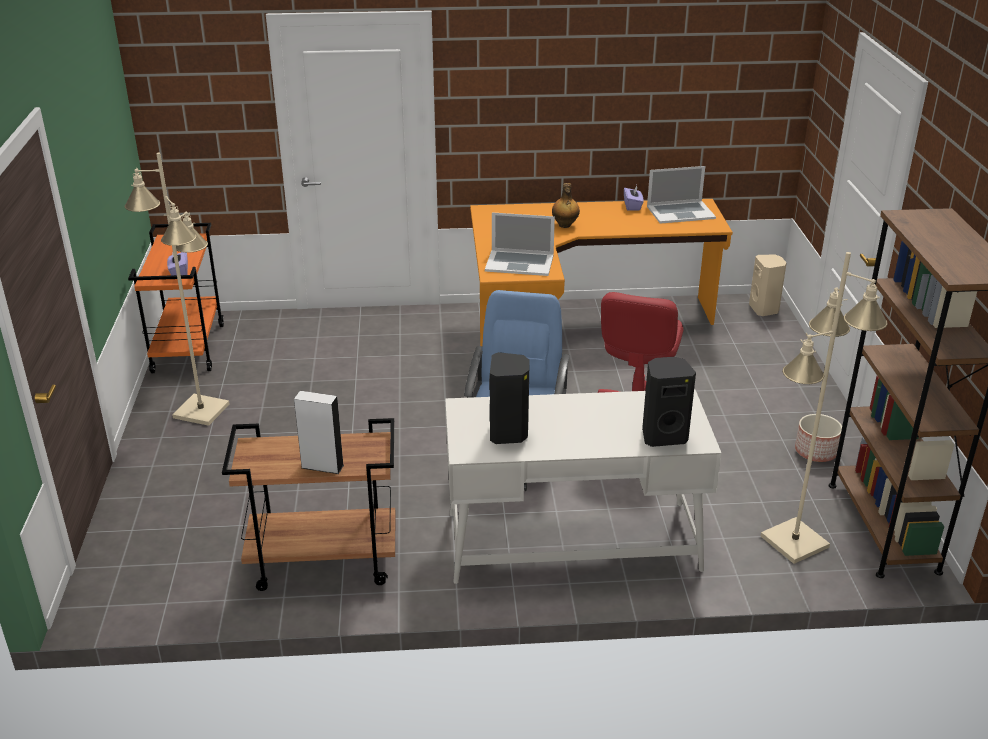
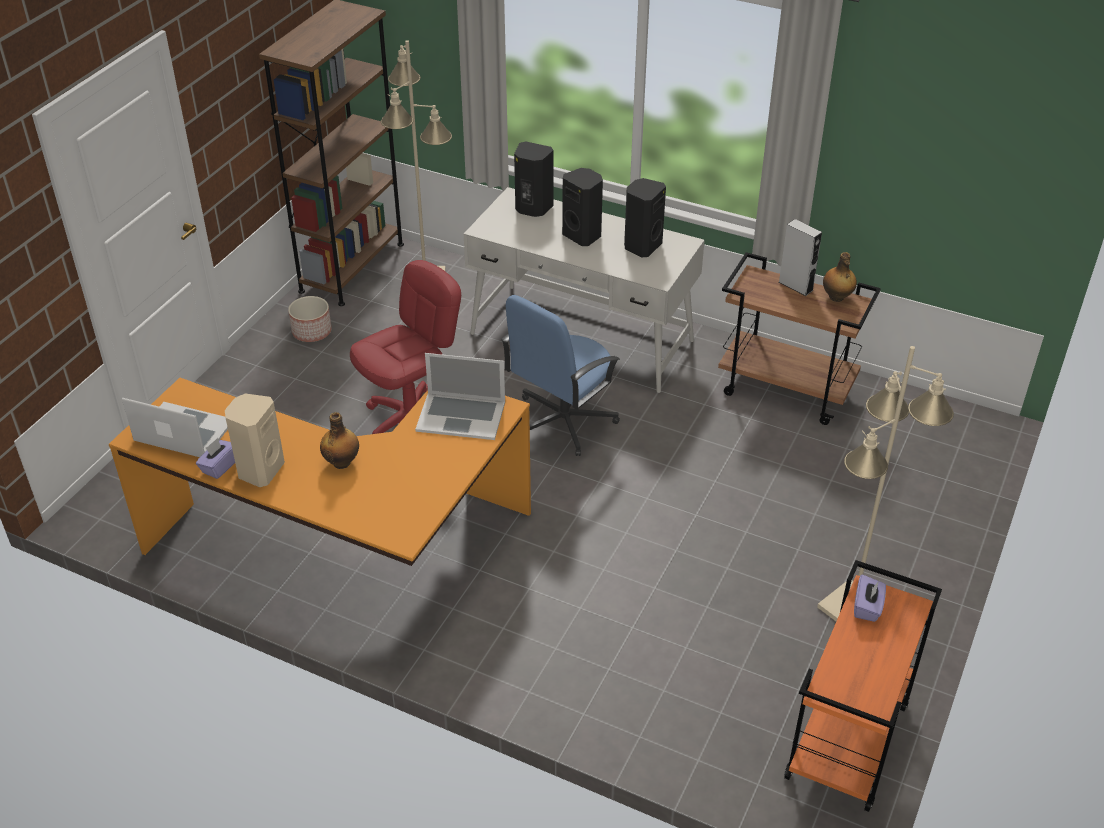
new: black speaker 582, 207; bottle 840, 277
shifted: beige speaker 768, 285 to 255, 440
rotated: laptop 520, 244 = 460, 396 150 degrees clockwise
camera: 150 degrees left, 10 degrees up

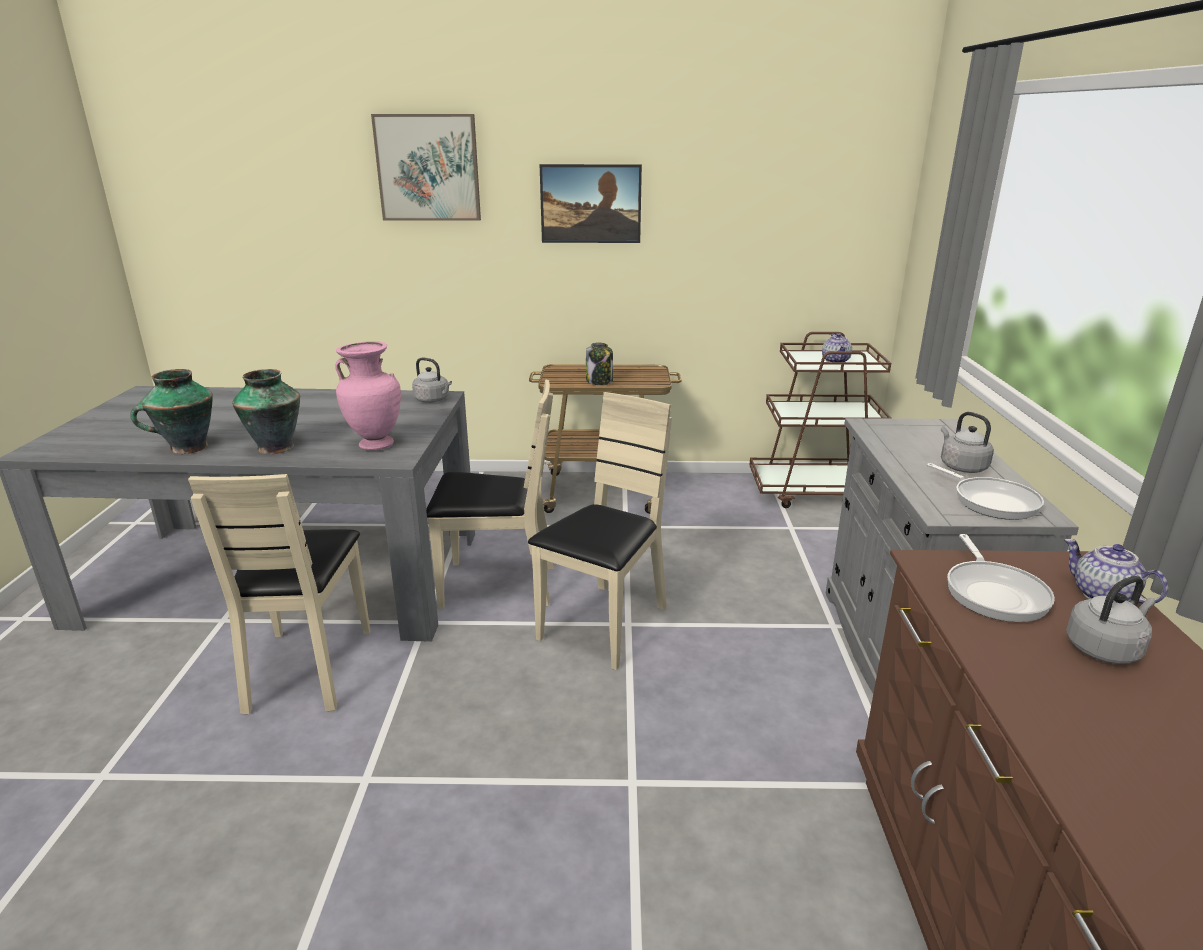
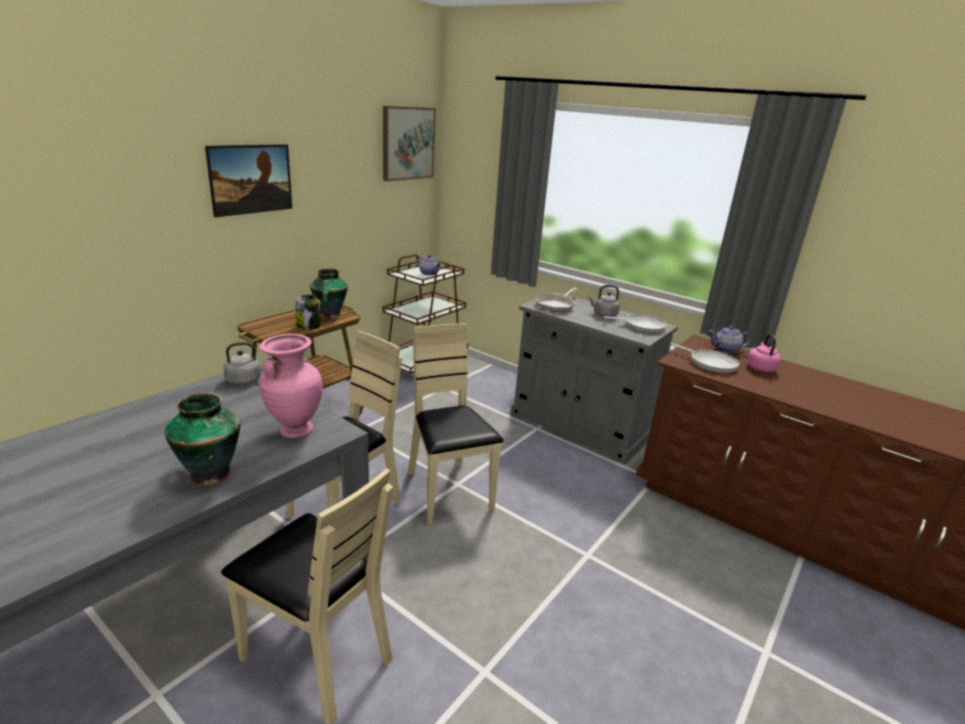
new: frying pan 556, 300
shifted: vase 171, 411 to 329, 293; picture 426, 167 to 409, 143
repainted: grey kettle 1110, 620 to pink kettle 764, 353
camera: 55 degrees left, 0 degrees up

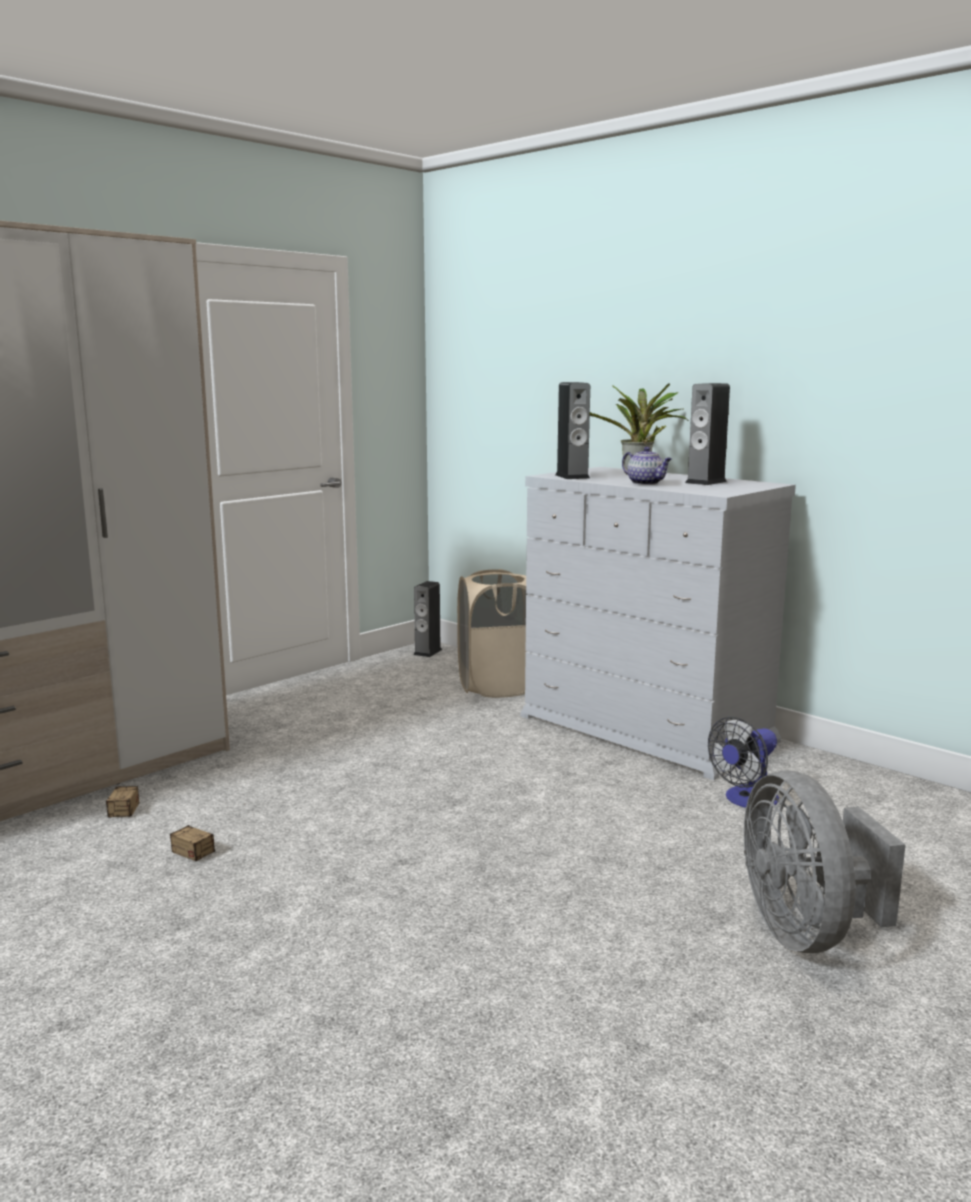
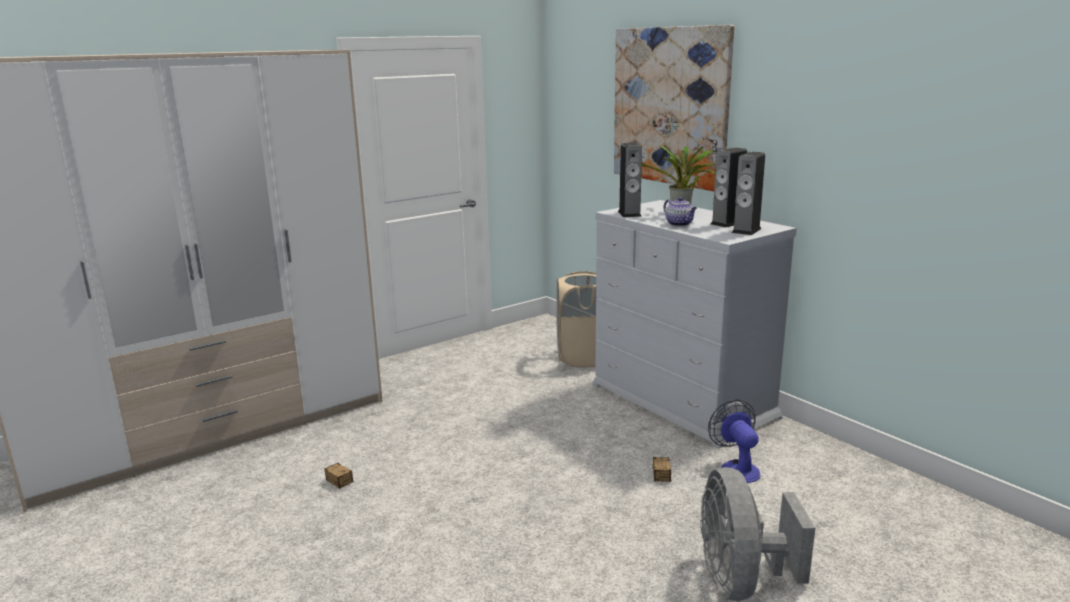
new: picture 674, 108
shifted: storage box 123, 802 to 662, 469; speaker 427, 619 to 748, 193
rotated: fan 743, 762 = 734, 441 105 degrees clockwise
camera: 10 degrees right, 5 degrees up

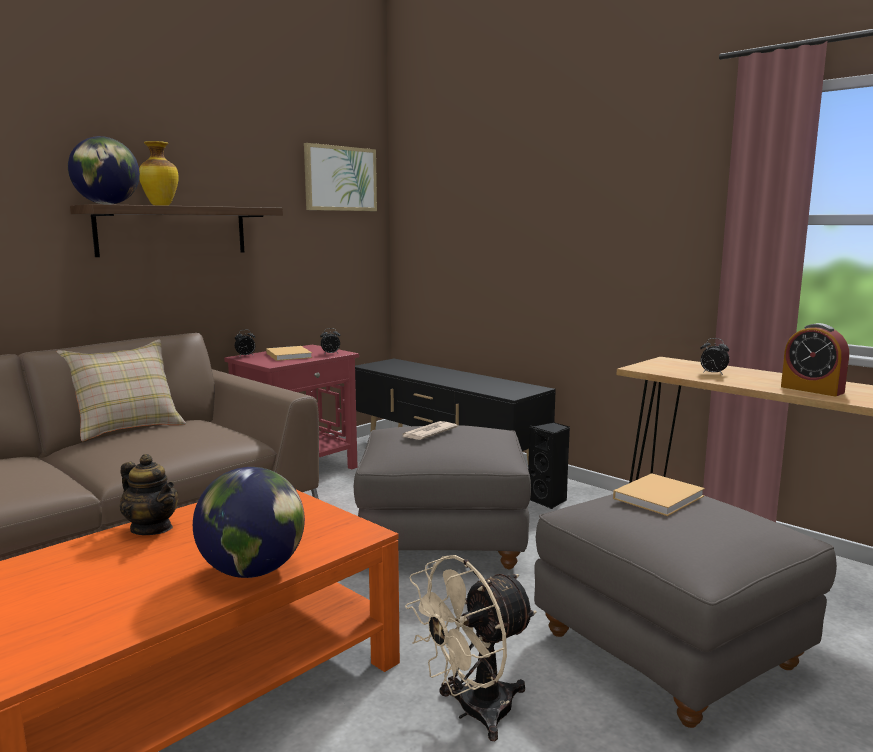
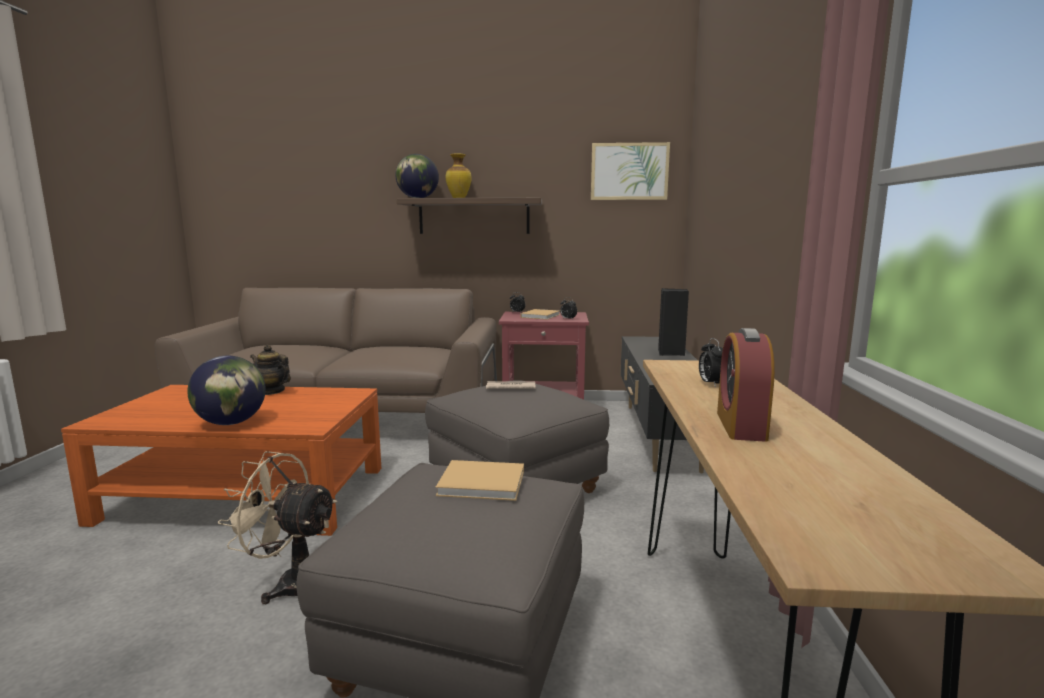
gone: beige pillow 121, 390
shifted: black speaker 549, 465 to 673, 322
rotated: teapot 149, 494 = 270, 370 120 degrees clockwise
camera: 50 degrees right, 0 degrees up

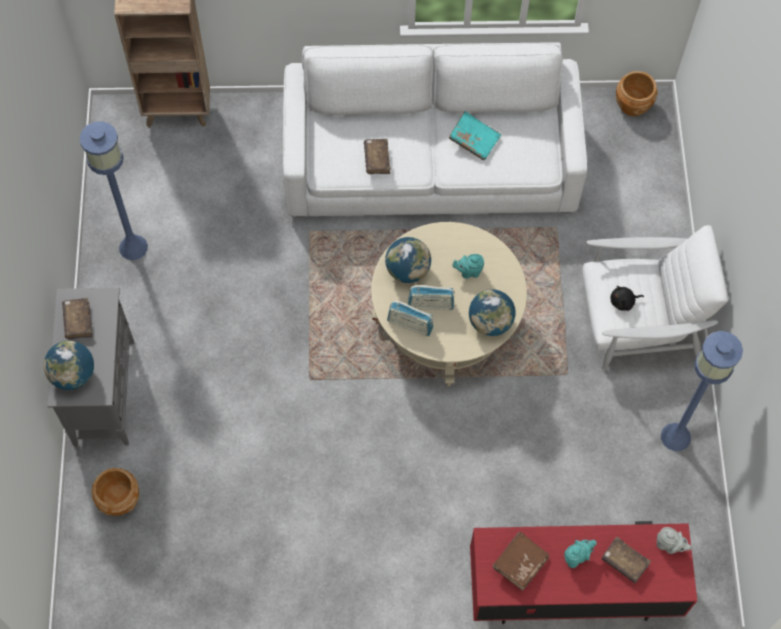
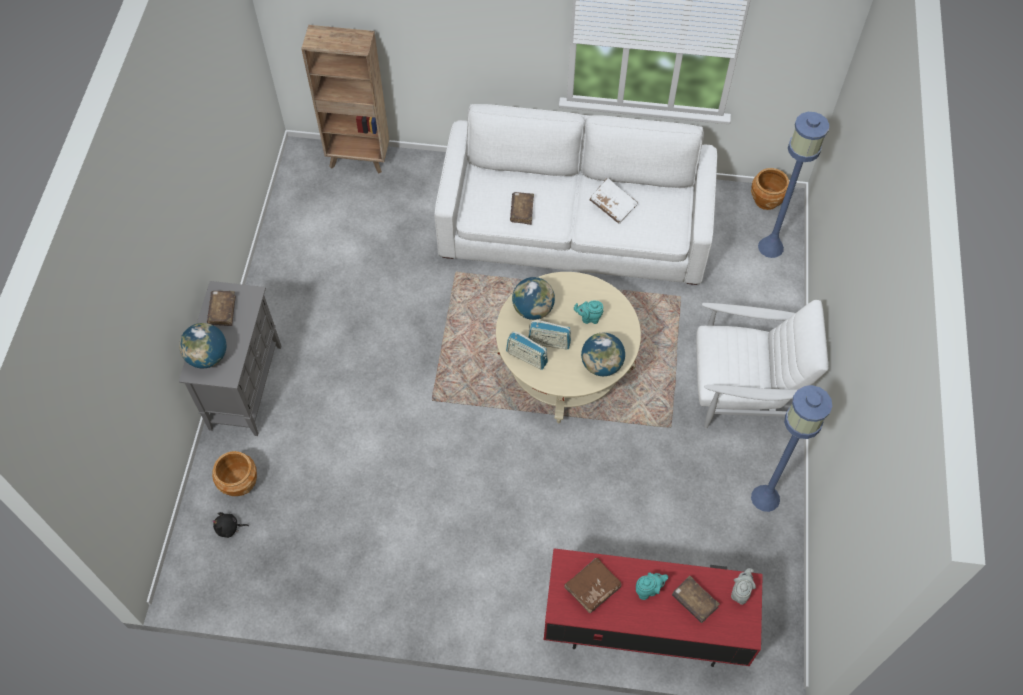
shifted: black plush toy 627, 298 to 230, 525; blue floor lamp 114, 190 to 793, 185
repainted: turquoise book 475, 136 to white book 614, 201
rotated: grey teapot 674, 540 = 743, 586 105 degrees counterclockwise
camera: 10 degrees right, 5 degrees down

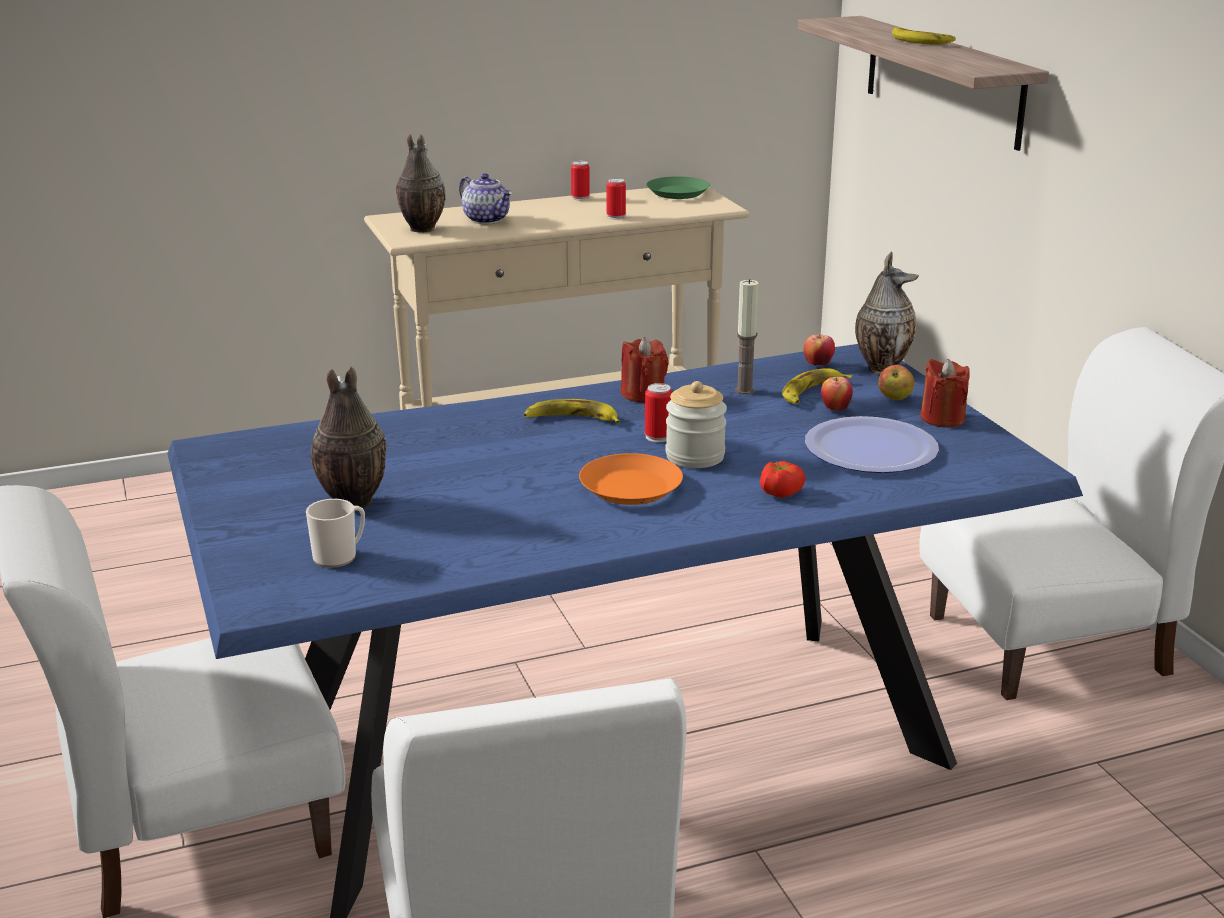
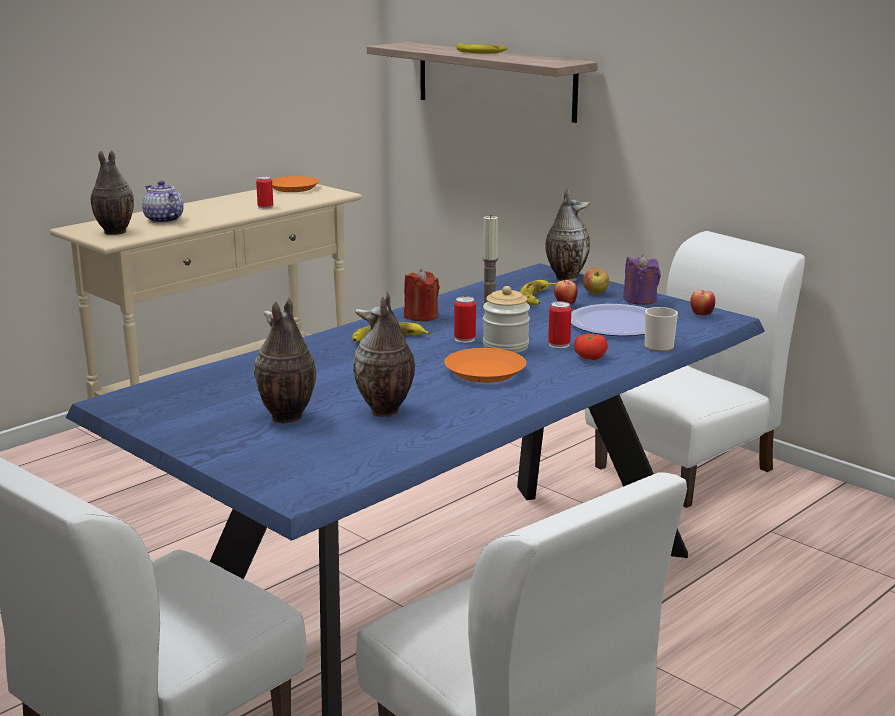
new: vase 384, 354
shifted: can 580, 180 to 559, 325; mug 335, 533 to 661, 329; apple 819, 350 to 702, 303
repainted: green plate 678, 187 to orange plate 295, 184; red candle 945, 393 to purple candle 642, 279
rotated: teapot 485, 198 = 163, 202 150 degrees counterclockwise
camera: 25 degrees left, 5 degrees down

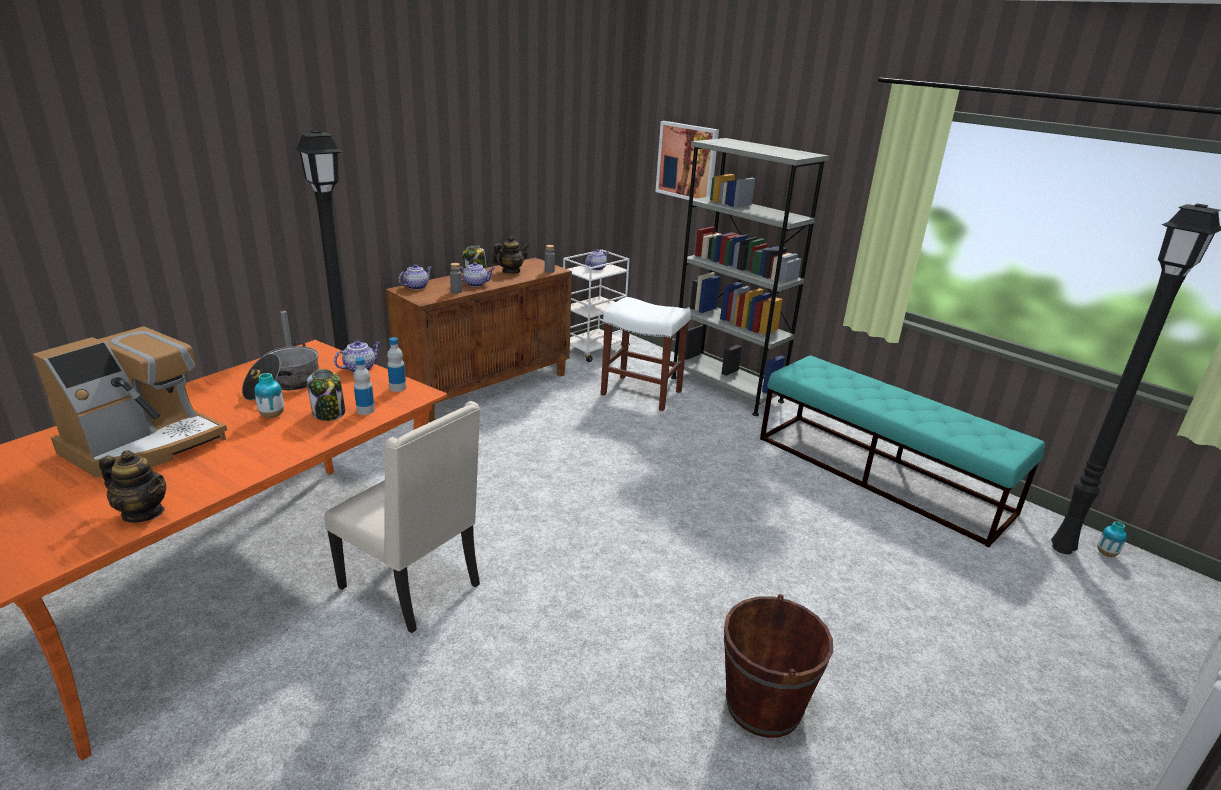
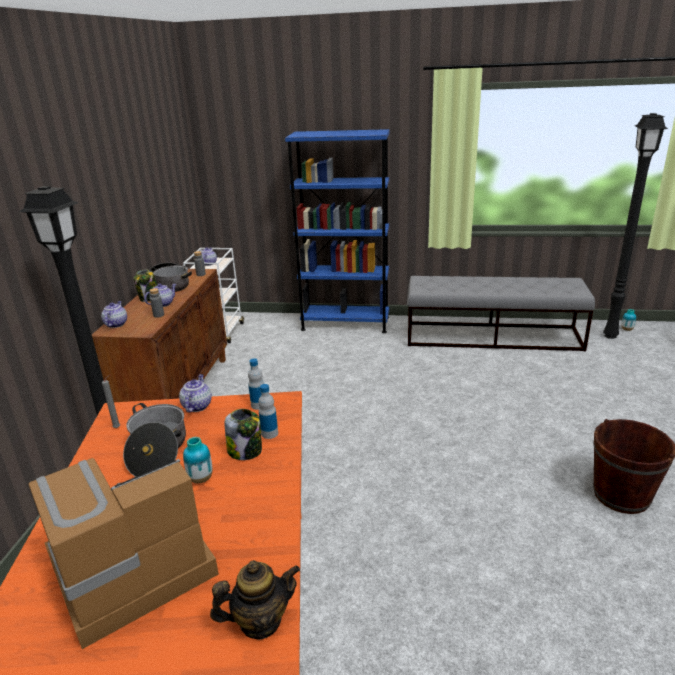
gone: beige chair 402, 517; white stool 646, 354; picture 687, 160
swapped: teapot 510, 255 to cooking pot 170, 277
repainted: grey bookcase 750, 277 to blue bookcase 337, 231; turquoise bench 902, 451 to grey bench 501, 313
rotated: coffee machine 130, 402 = 123, 553 120 degrees counterclockwise
camera: 35 degrees left, 0 degrees up

